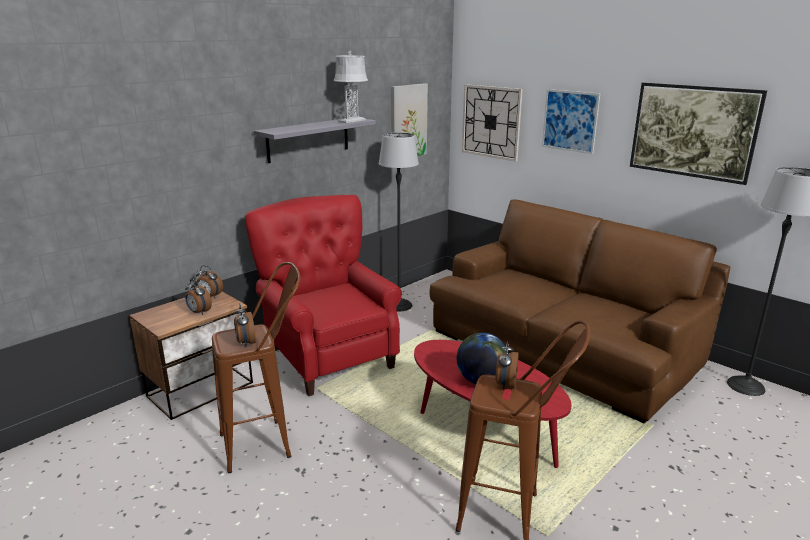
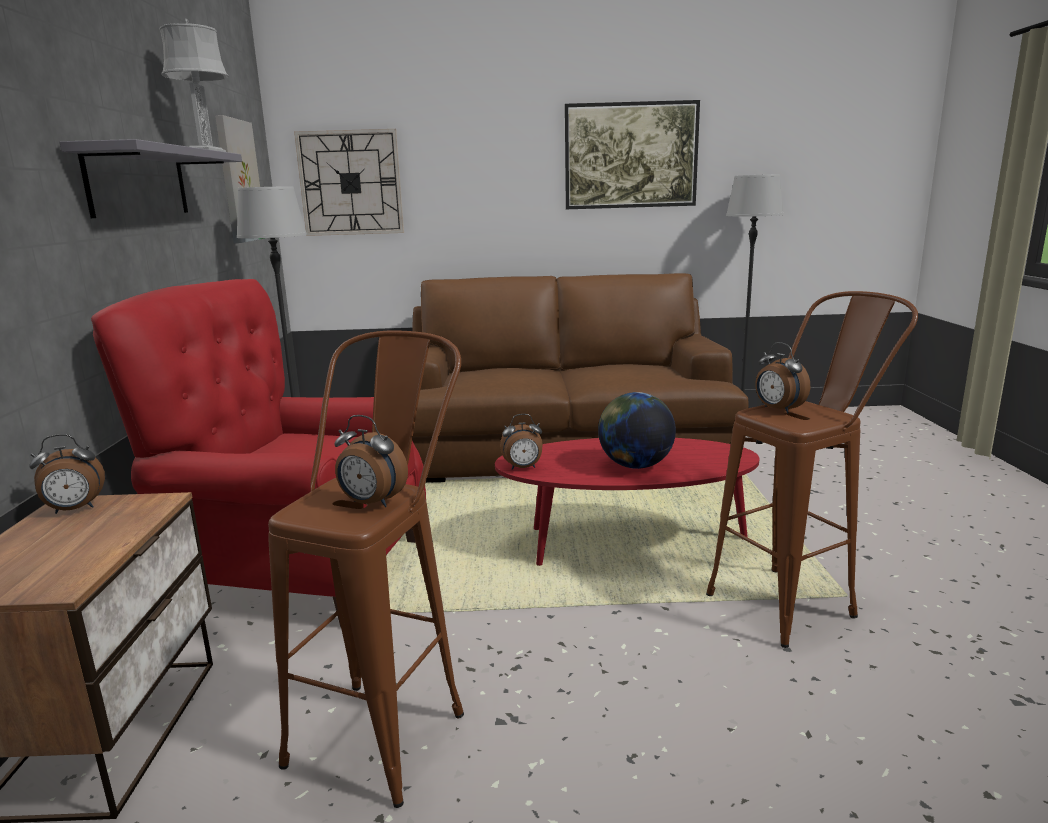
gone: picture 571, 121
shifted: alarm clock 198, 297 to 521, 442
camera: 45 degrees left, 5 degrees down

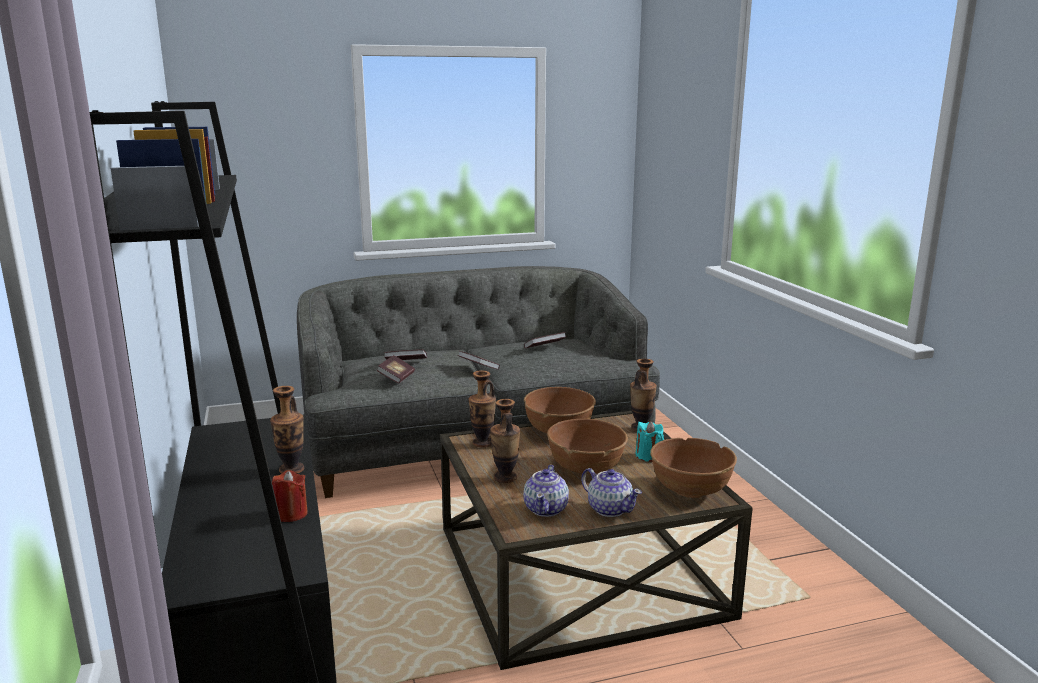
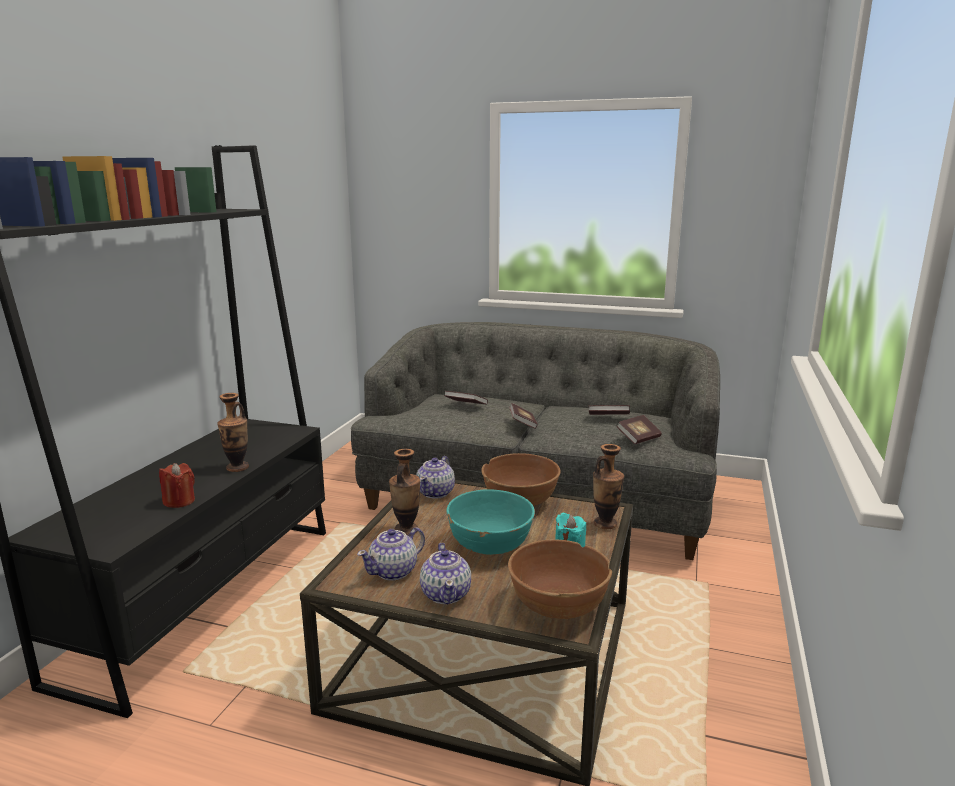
shifted: book 396, 369 to 639, 429
swapped: vase 482, 409 to teapot 435, 477
repainted: brown bowl 587, 447 to turquoise bowl 490, 522
camera: 35 degrees right, 0 degrees up

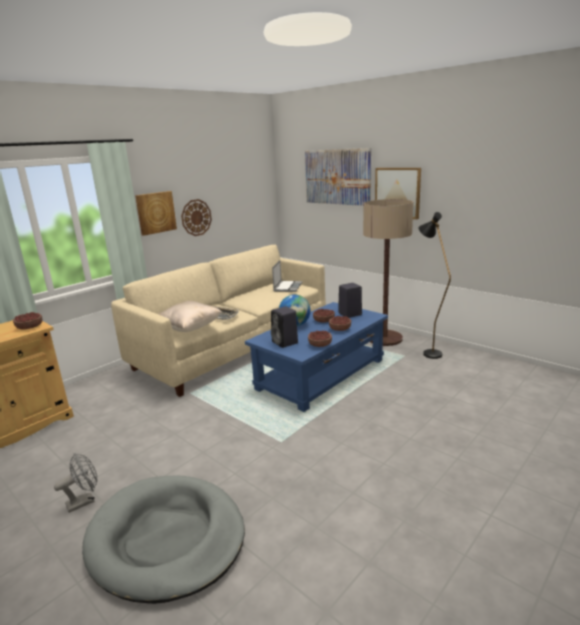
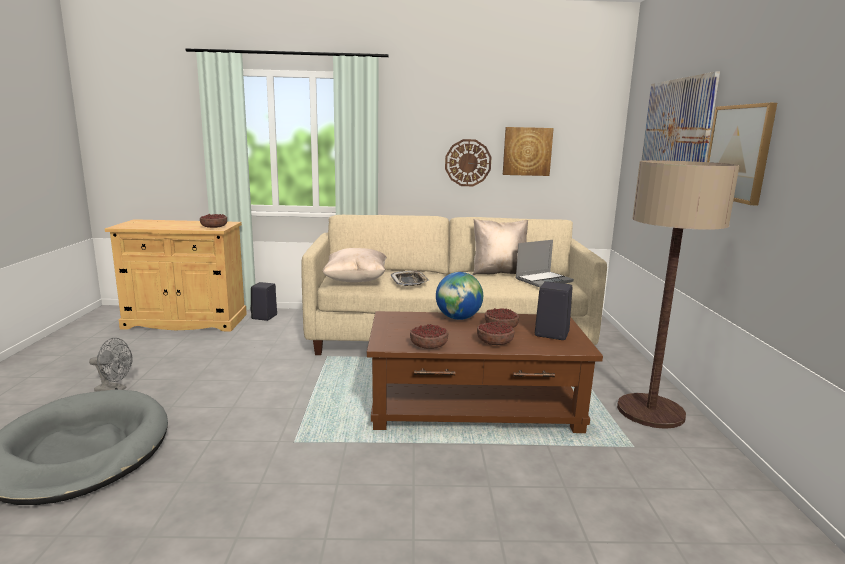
gone: black floor lamp 435, 285
new: beige pillow 500, 247
shifted: black speaker 284, 327 to 263, 301; picture 156, 213 to 528, 151
repainted: blue coffee table 316, 357 to brown coffee table 485, 372
camera: 45 degrees right, 5 degrees down

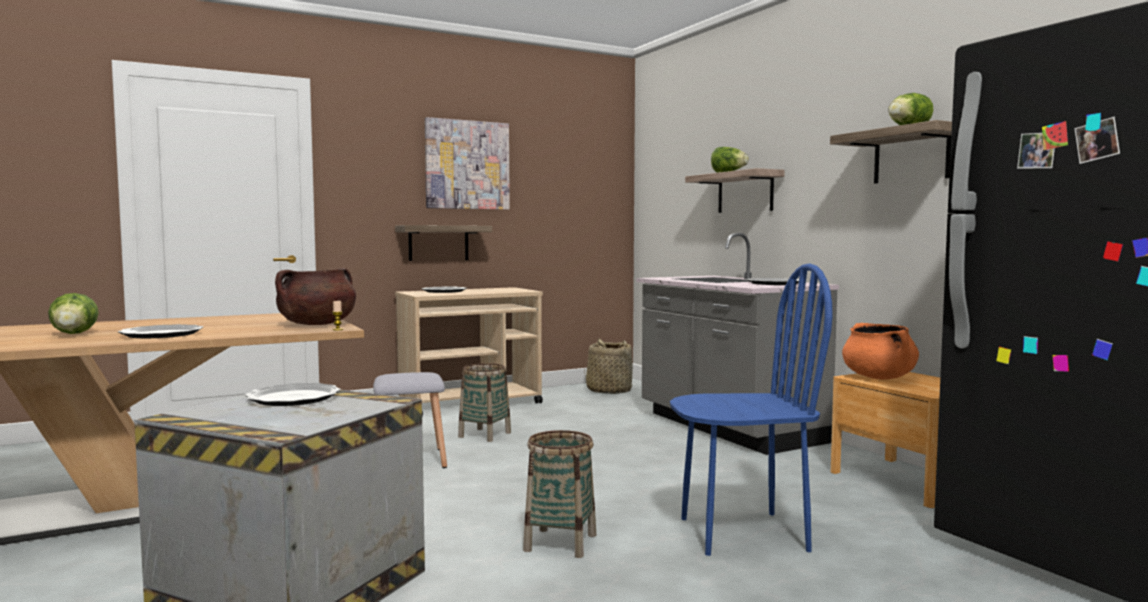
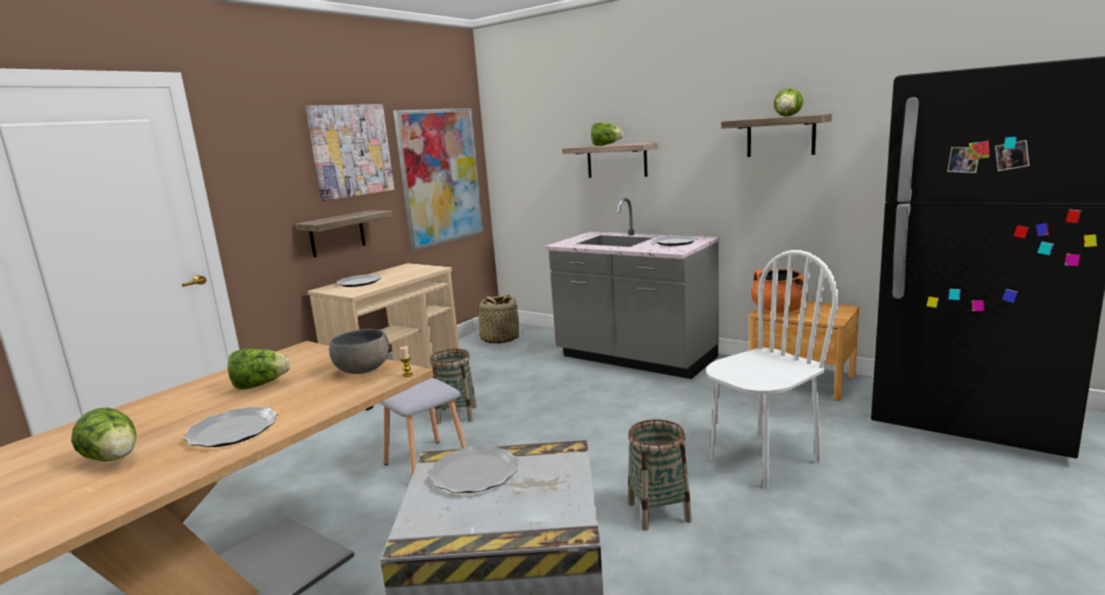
new: lettuce 259, 369; picture 438, 179
swapped: brown cooking pot 315, 296 to grey bowl 359, 351
repainted: blue chair 751, 410 to white chair 772, 369
camera: 25 degrees left, 10 degrees up

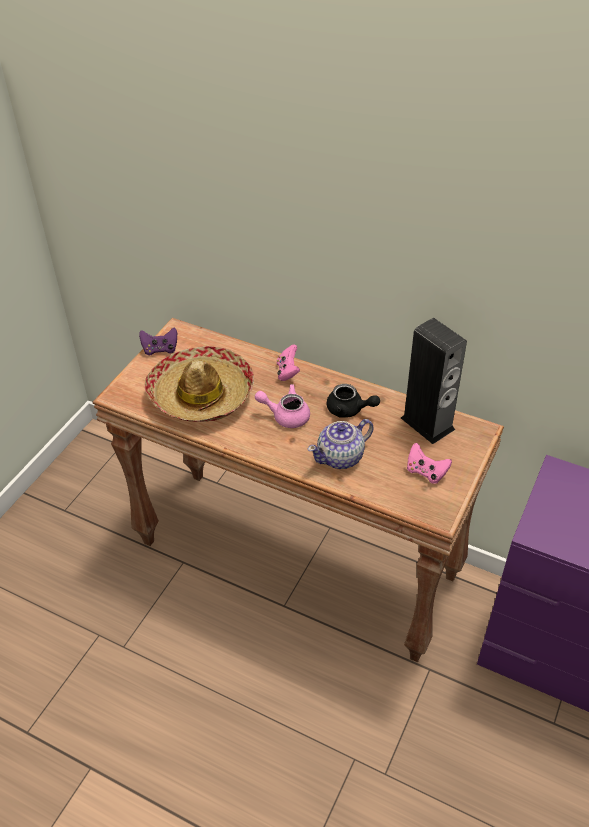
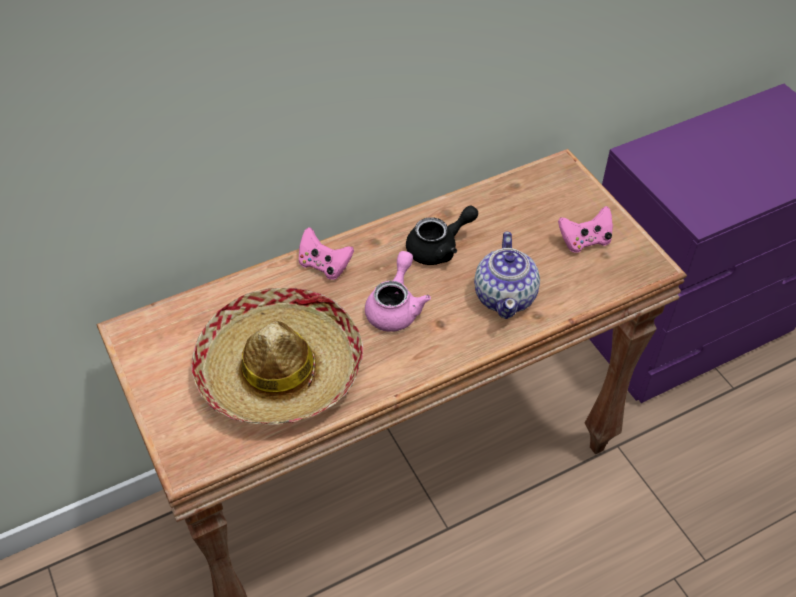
gone: purple game controller 158, 341; speaker 434, 381
rotated: pink teapot 282, 406 = 398, 291 150 degrees clockwise
camera: 55 degrees left, 5 degrees up

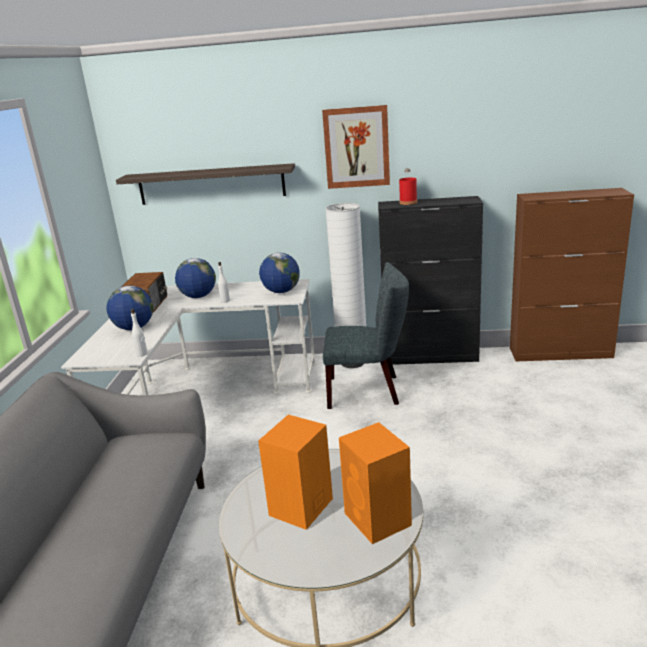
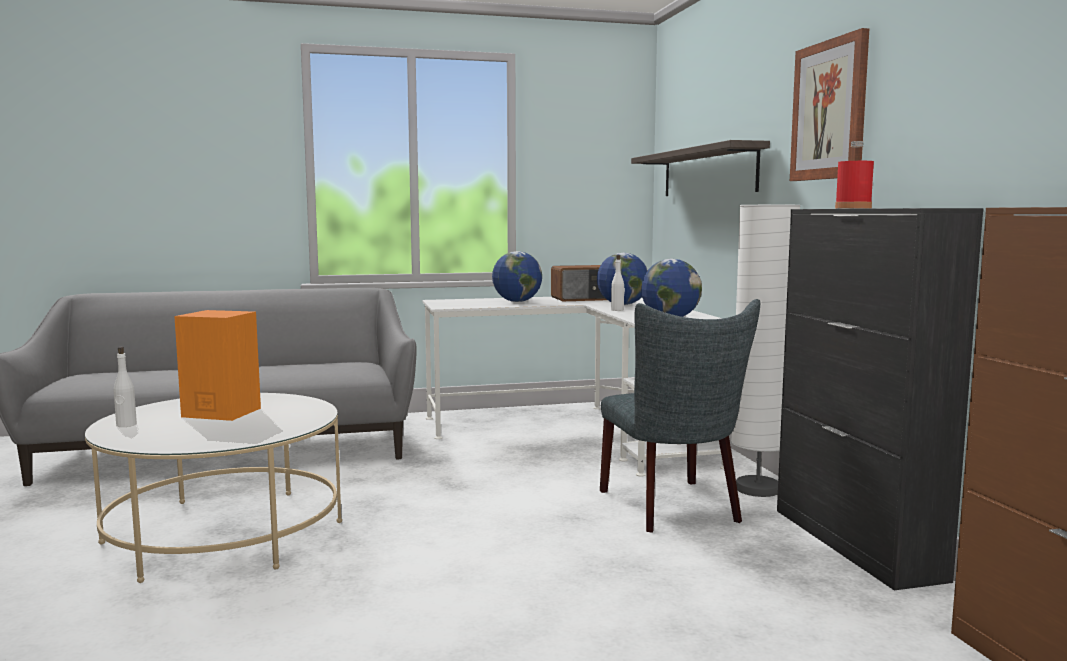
gone: orange speaker 375, 483
shifted: white bottle 139, 333 to 125, 387
camera: 70 degrees right, 15 degrees down

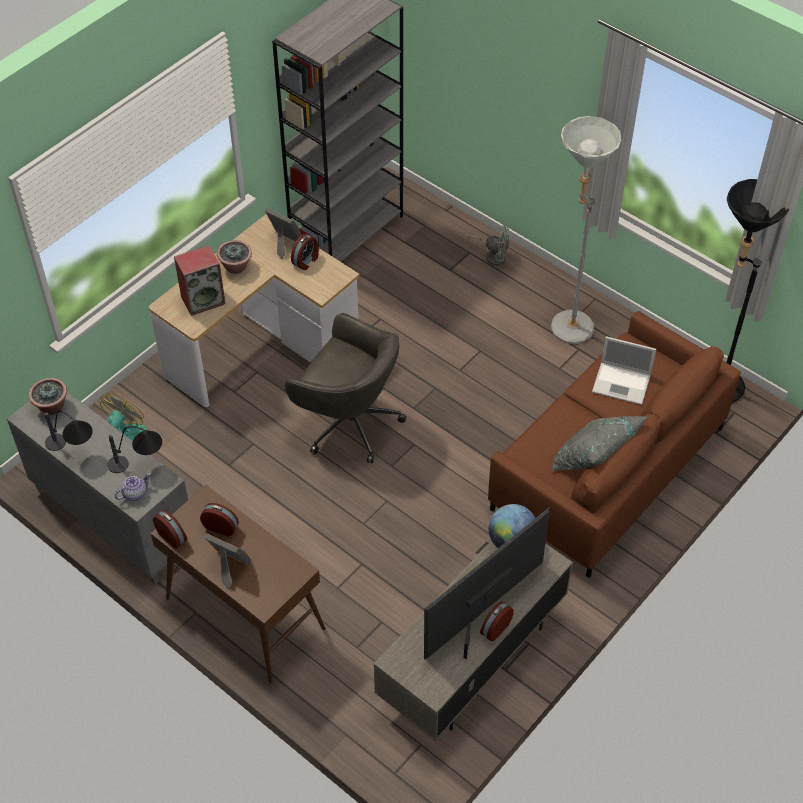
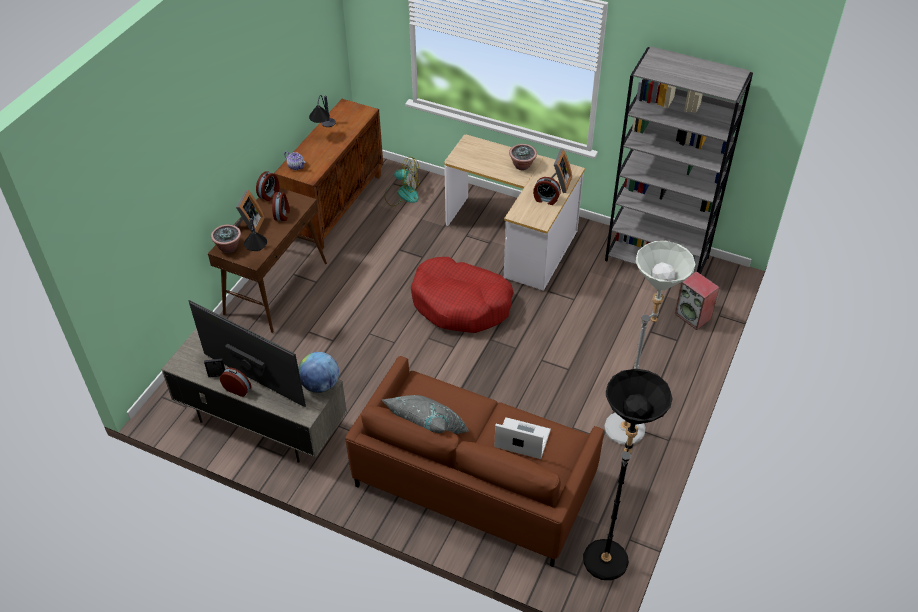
gone: grey fan 488, 245
shifted: potted plant 47, 396 to 226, 239; table lamp 134, 449 to 255, 234; speaker 200, 280 to 696, 300
swapped: grey office chair 345, 388 to red dog bed 462, 295
repainted: grey cabinet 97, 488 to brown cabinet 328, 174
rotated: laptop 624, 370 = 522, 438 105 degrees clockwise
camera: 75 degrees right, 5 degrees down

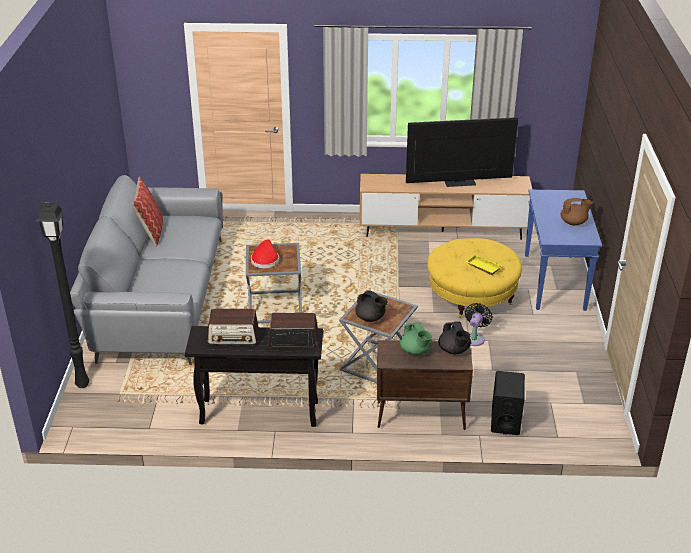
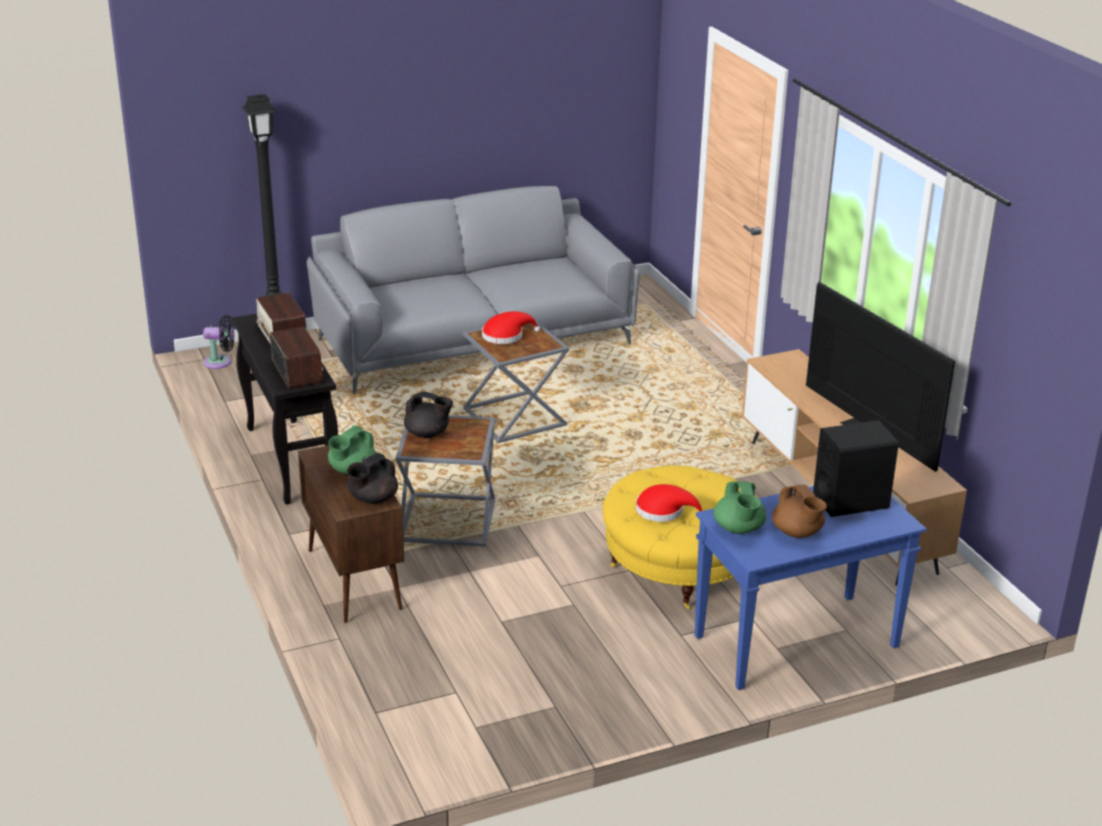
gone: pillow 147, 212
new: green teapot 739, 507
shifted: black fan 479, 324 to 218, 342; black speaker 508, 403 to 856, 468
swapped: yellow tray 484, 264 to red hat 669, 503
rotated: black teapot 371, 306 = 428, 415 90 degrees counterclockwise
camera: 65 degrees right, 5 degrees down

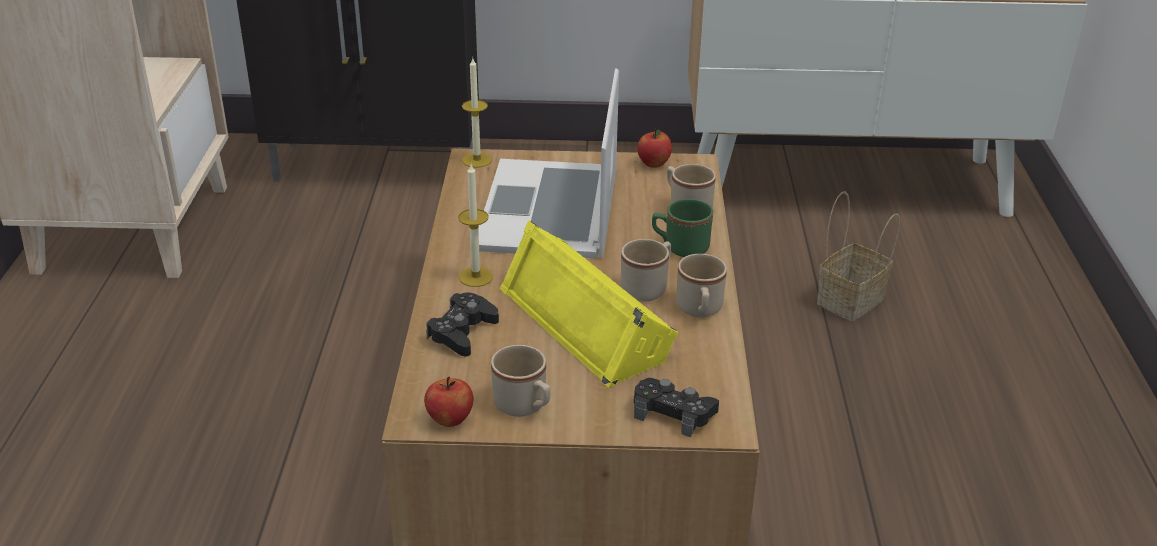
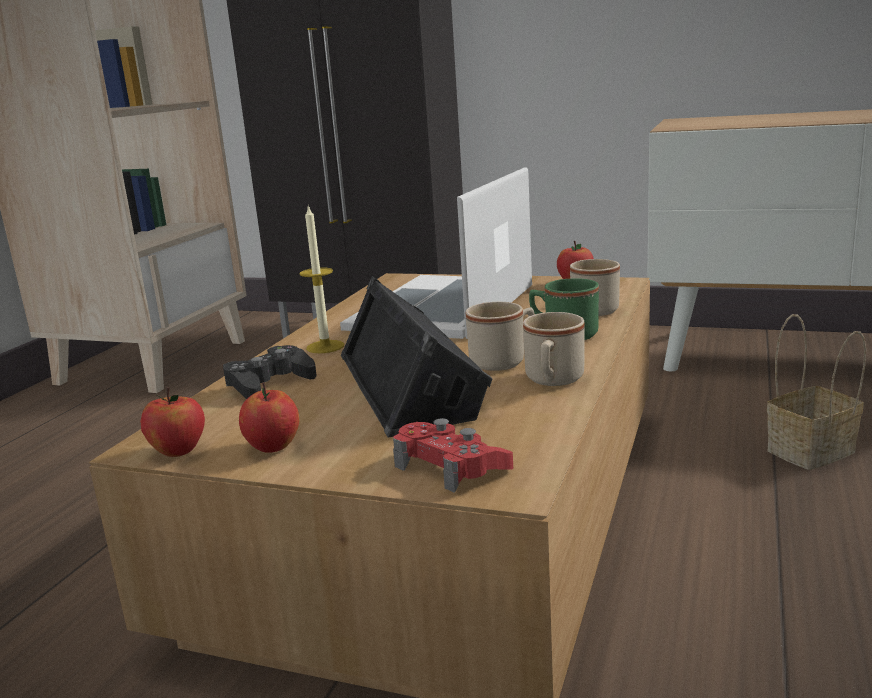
gone: candle 477, 113
swapped: beige mug 521, 381 to apple 269, 417
repainted: yellow speaker 589, 304 to black speaker 416, 357; black game controller 676, 407 to red game controller 453, 455
camera: 20 degrees right, 15 degrees down

